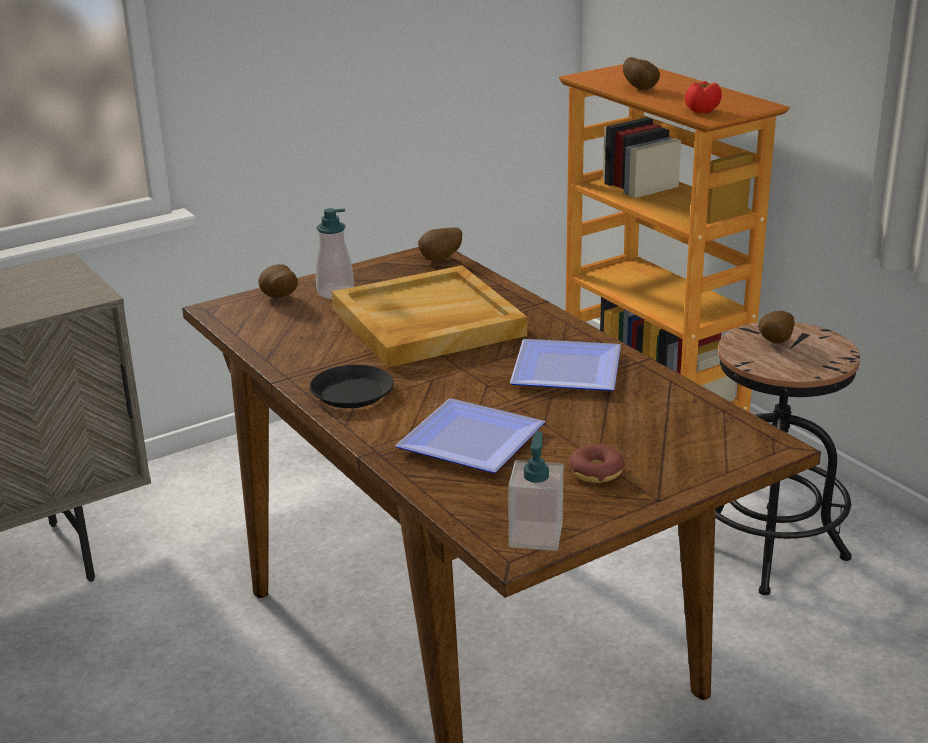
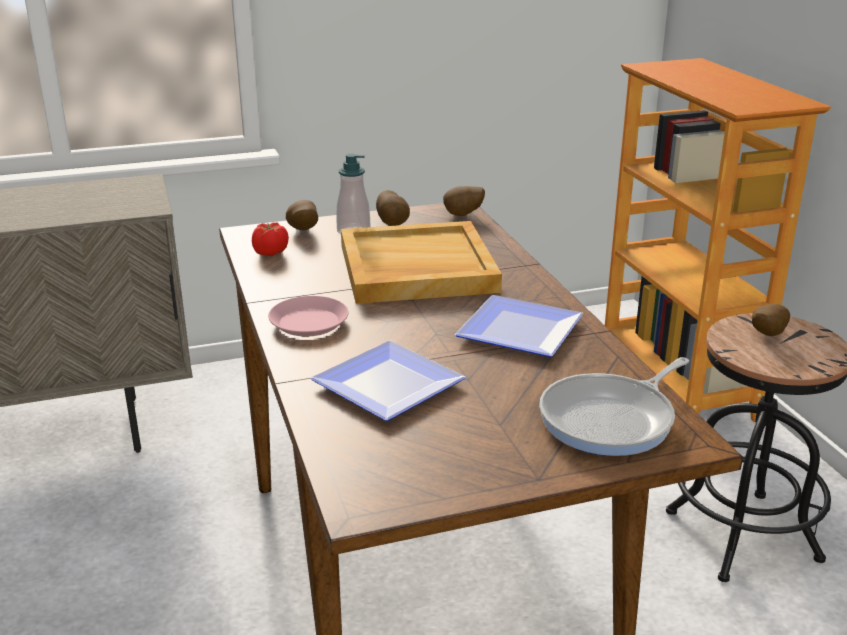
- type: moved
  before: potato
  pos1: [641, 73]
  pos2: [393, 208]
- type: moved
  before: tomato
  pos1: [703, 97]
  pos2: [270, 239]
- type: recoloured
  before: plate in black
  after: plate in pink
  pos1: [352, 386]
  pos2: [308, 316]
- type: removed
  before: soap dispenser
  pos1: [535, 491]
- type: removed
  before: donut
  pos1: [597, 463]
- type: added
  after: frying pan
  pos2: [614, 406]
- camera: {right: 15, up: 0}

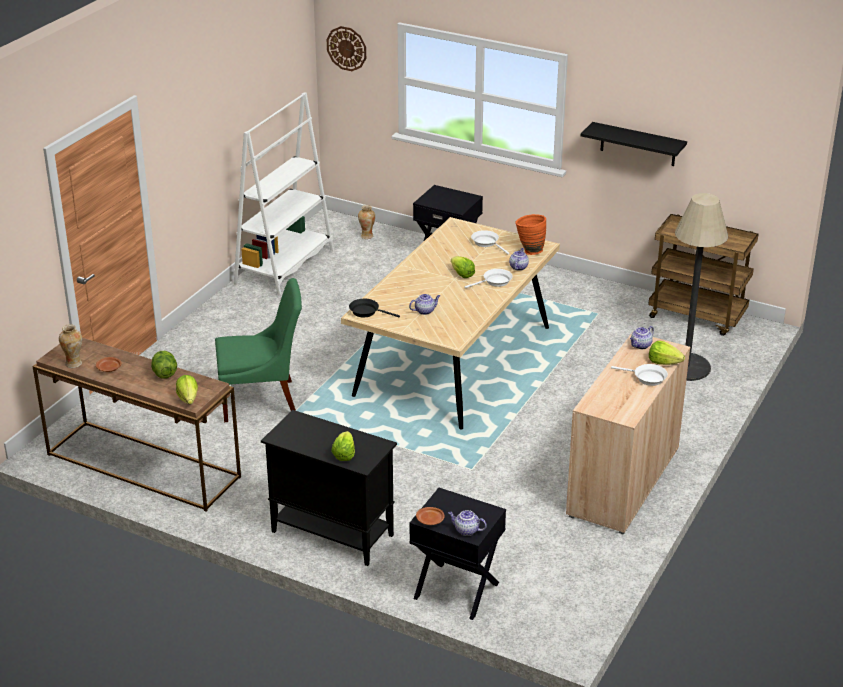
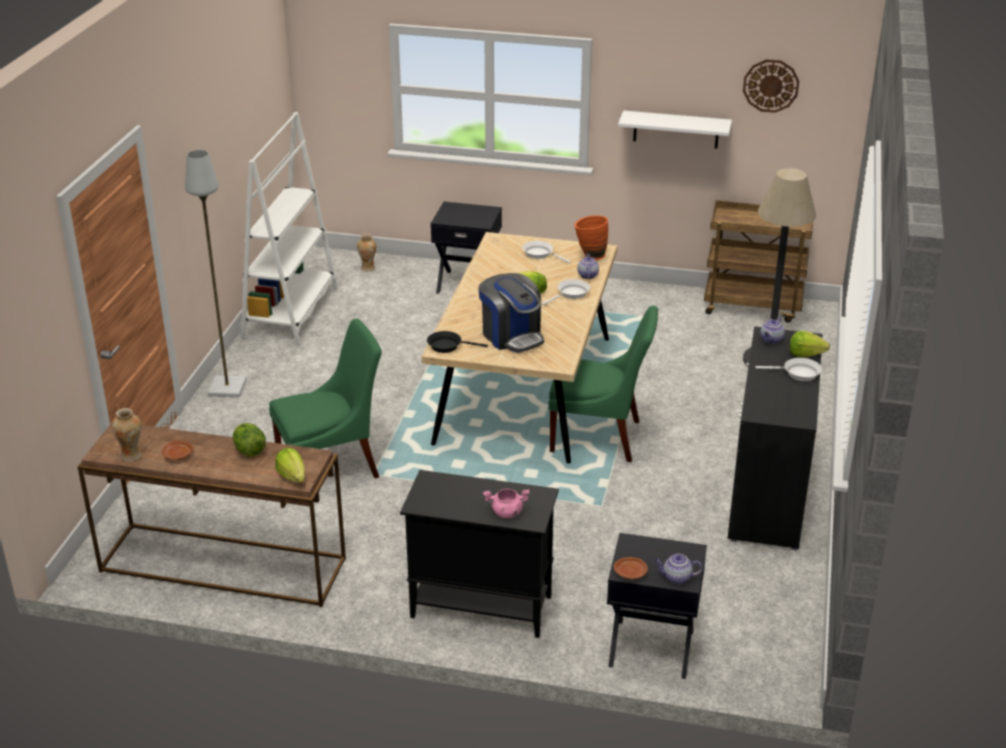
- type: moved
  before: wall clock
  pos1: [346, 48]
  pos2: [771, 86]
- type: recoloured
  before: shelf in black
  after: shelf in white
  pos1: [634, 144]
  pos2: [675, 130]
- type: replaced
  before: teapot
  after: coffee machine
  pos1: [424, 304]
  pos2: [511, 313]
- type: recoloured
  before: cabinet in beige
  after: cabinet in black
  pos1: [628, 433]
  pos2: [775, 438]
- type: replaced
  before: lettuce
  after: cooking pot in pink
  pos1: [343, 446]
  pos2: [506, 503]
- type: added
  after: floor lamp in grey
  pos2: [216, 273]
- type: added
  after: chair in green
  pos2: [603, 383]
- camera: {right: -15, up: 0}

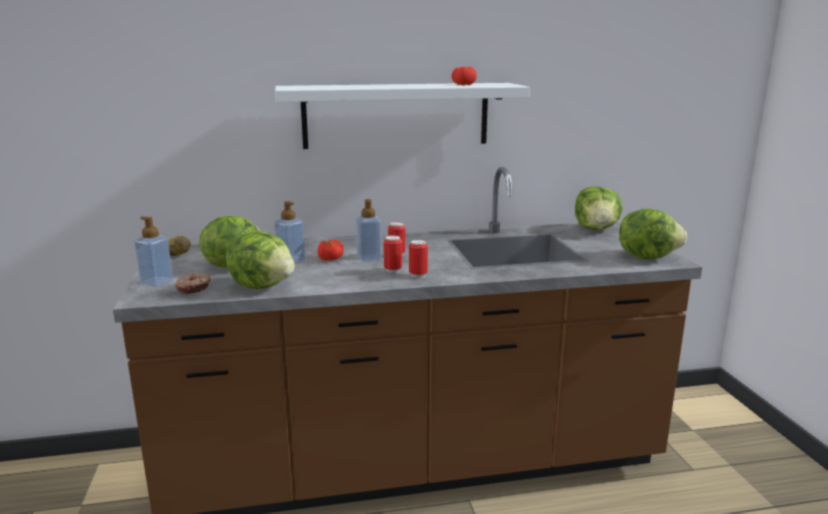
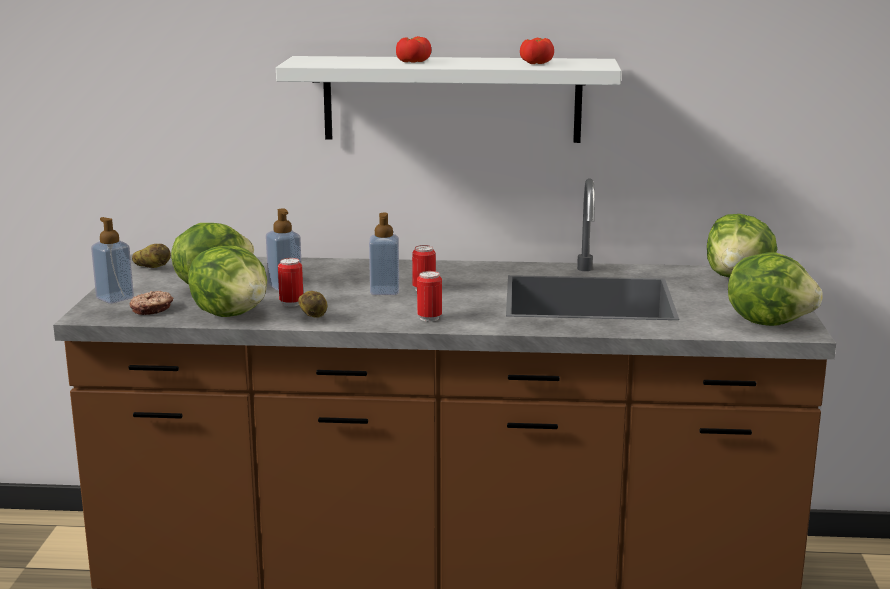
- type: moved
  before: can
  pos1: [393, 254]
  pos2: [290, 282]
- type: moved
  before: tomato
  pos1: [331, 250]
  pos2: [414, 49]
- type: added
  after: potato
  pos2: [312, 304]
- camera: {right: 15, up: 0}

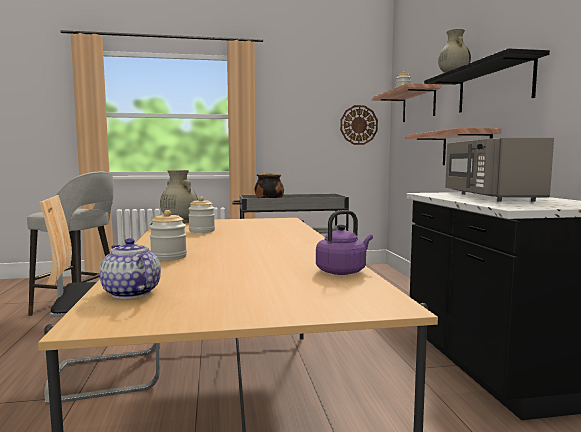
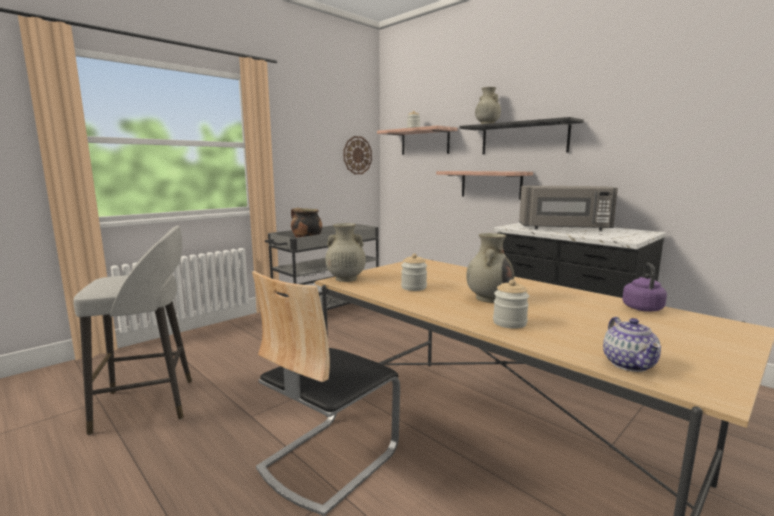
- type: turned
  before: microwave in grey
  pos1: [499, 170]
  pos2: [568, 208]
  turn: -45
- type: turned
  before: teapot
  pos1: [130, 268]
  pos2: [632, 344]
  turn: -105
- type: added
  after: vase in beige
  pos2: [490, 268]
- camera: {right: -35, up: 5}

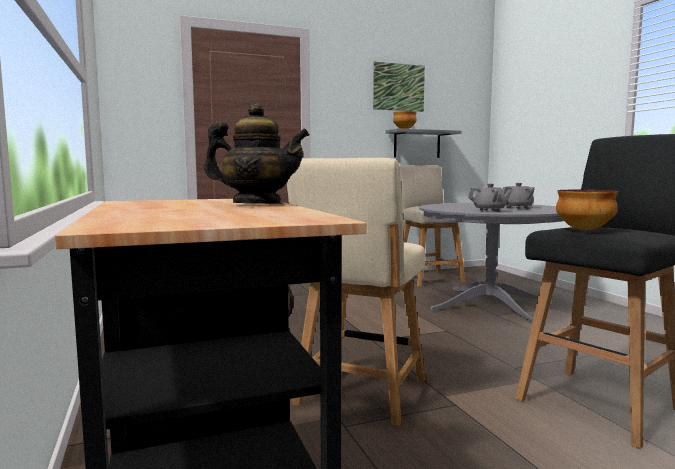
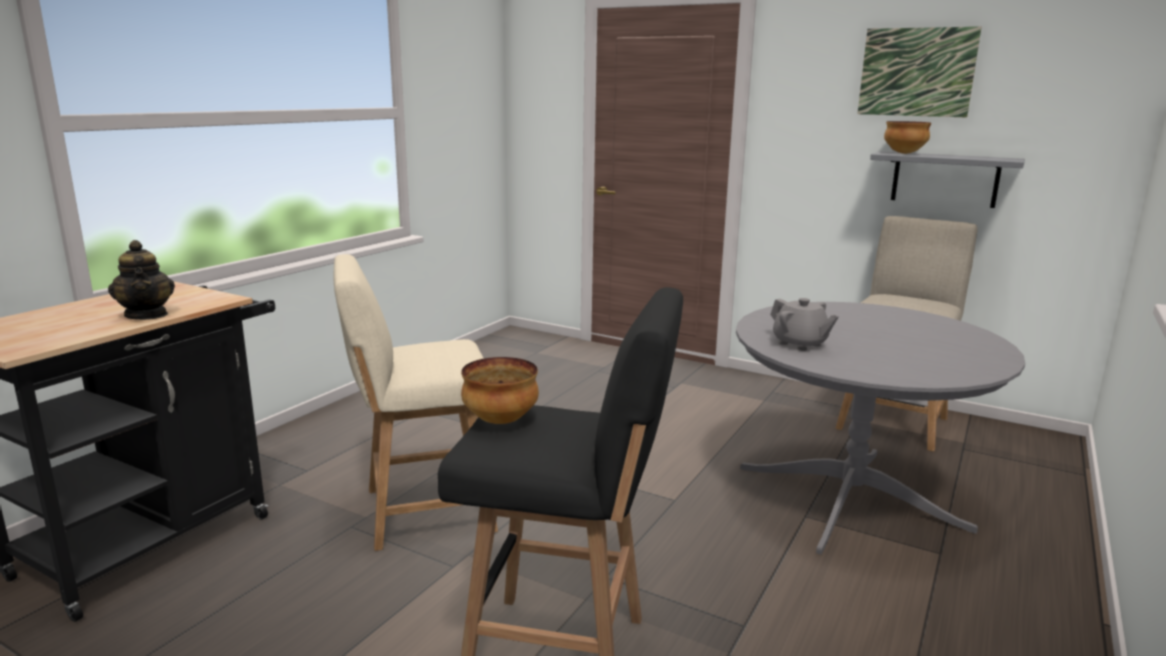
- type: removed
  before: teapot in grey
  pos1: [518, 196]
- camera: {right: 50, up: 10}

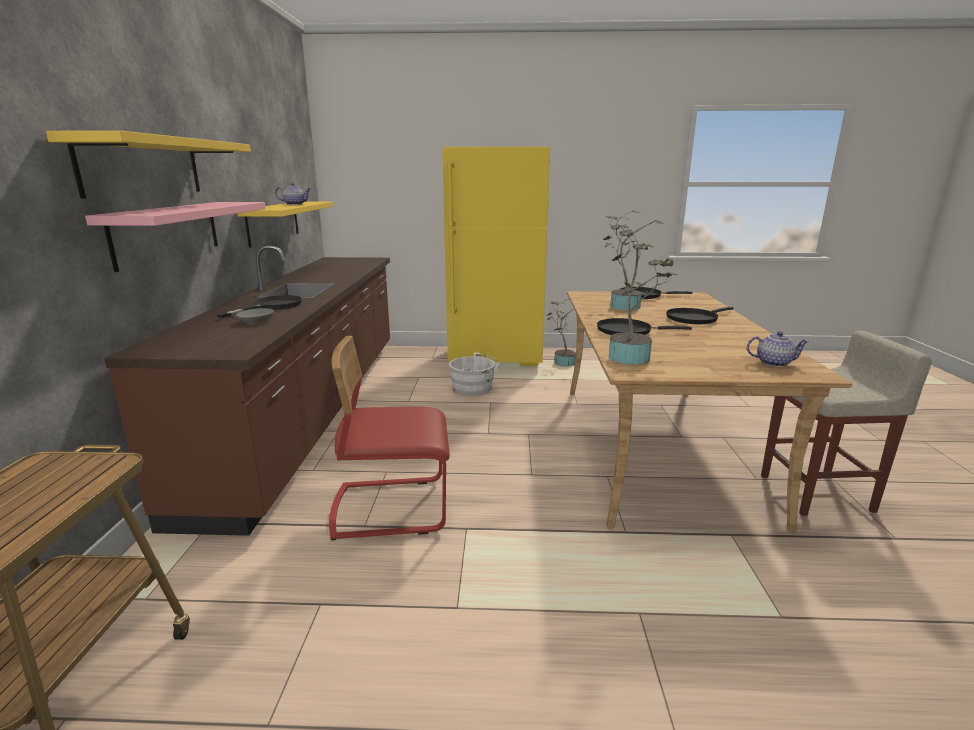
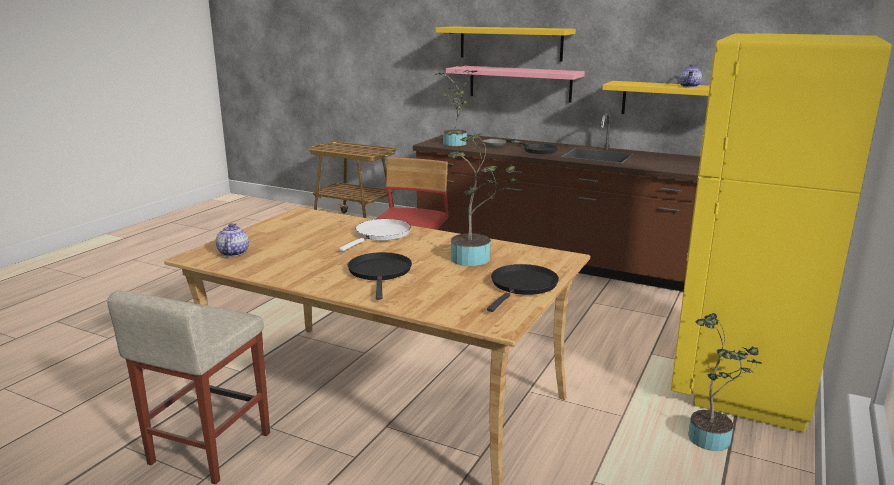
- type: moved
  before: potted plant
  pos1: [643, 295]
  pos2: [457, 105]
- type: recoloured
  before: frying pan in black
  after: frying pan in white
  pos1: [644, 326]
  pos2: [375, 235]
- type: turned
  before: teapot
  pos1: [778, 349]
  pos2: [232, 240]
  turn: 135
- type: removed
  before: bucket in white
  pos1: [474, 373]
- camera: {right: 115, up: 0}

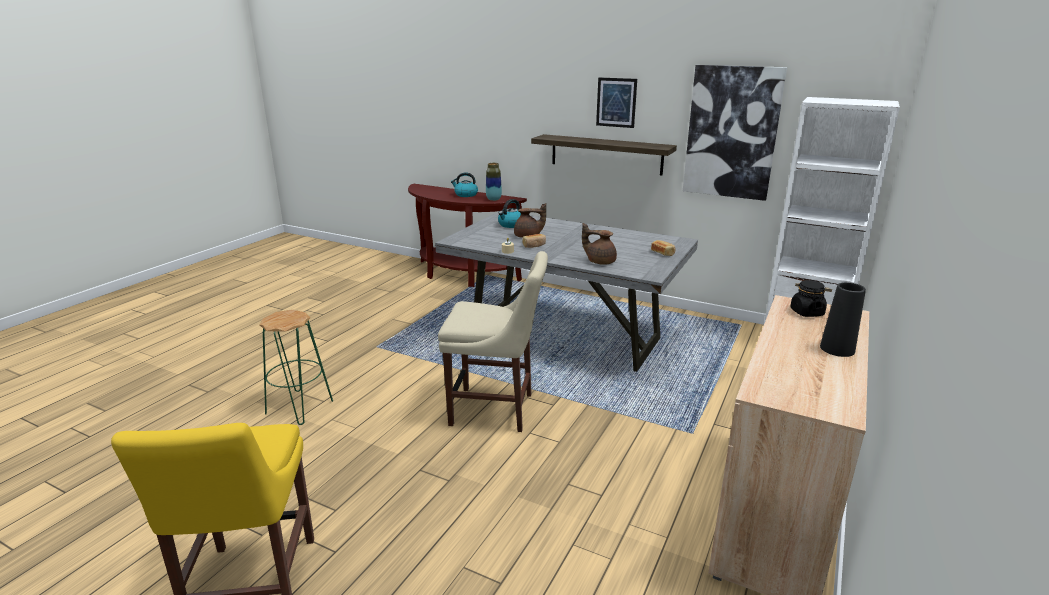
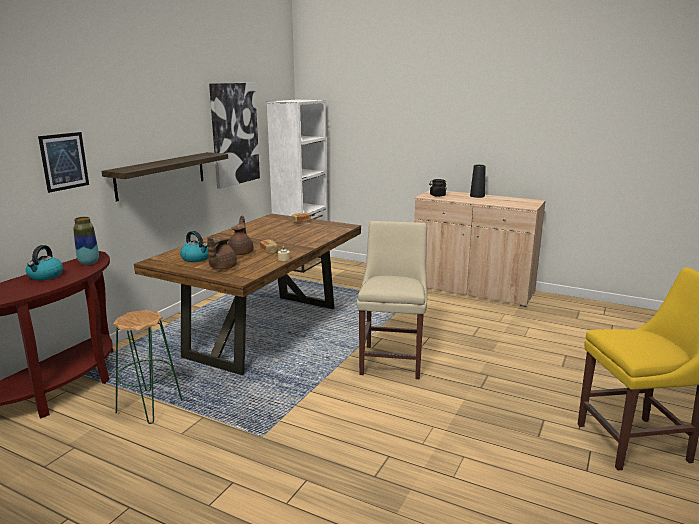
- type: moved
  before: picture
  pos1: [616, 102]
  pos2: [63, 162]
- type: recoloured
  before: dining table in grey
  after: dining table in brown
  pos1: [566, 292]
  pos2: [247, 294]
- type: moved
  before: teapot in brown
  pos1: [599, 244]
  pos2: [222, 252]
- type: moved
  before: stool in green
  pos1: [296, 367]
  pos2: [148, 367]
- camera: {right: -90, up: -5}

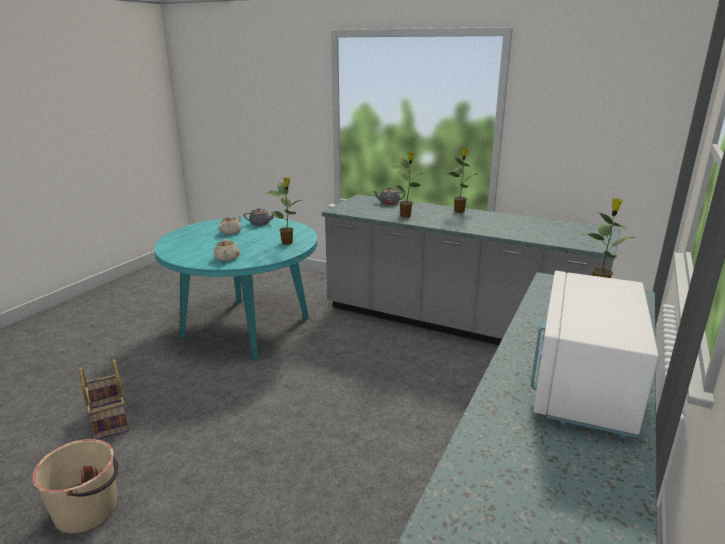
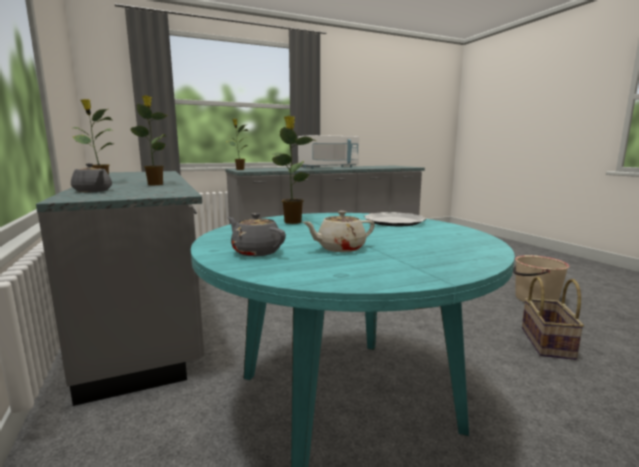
- type: replaced
  before: teapot in beige
  after: plate
  pos1: [226, 250]
  pos2: [395, 219]
- camera: {right: -140, up: -10}

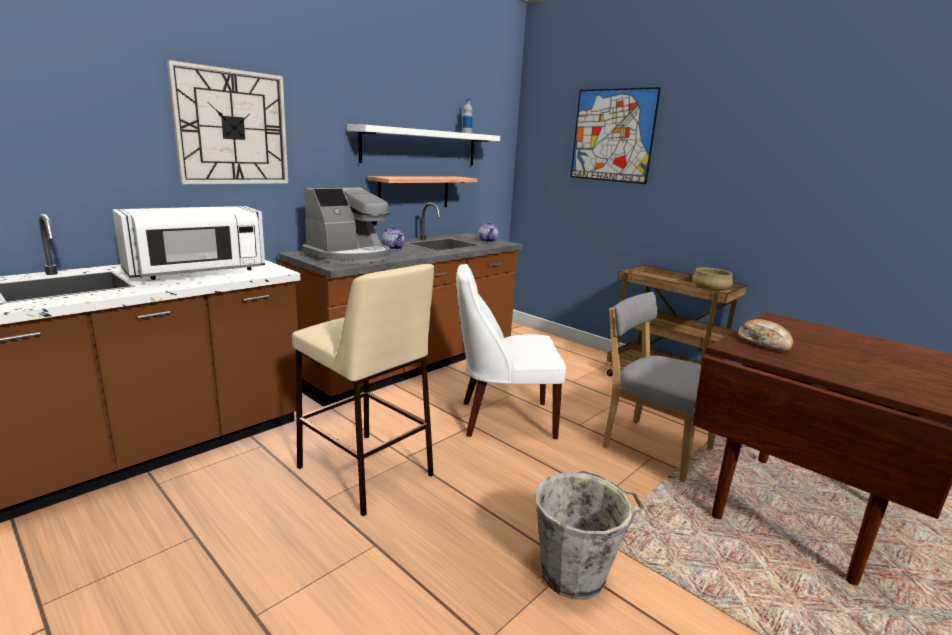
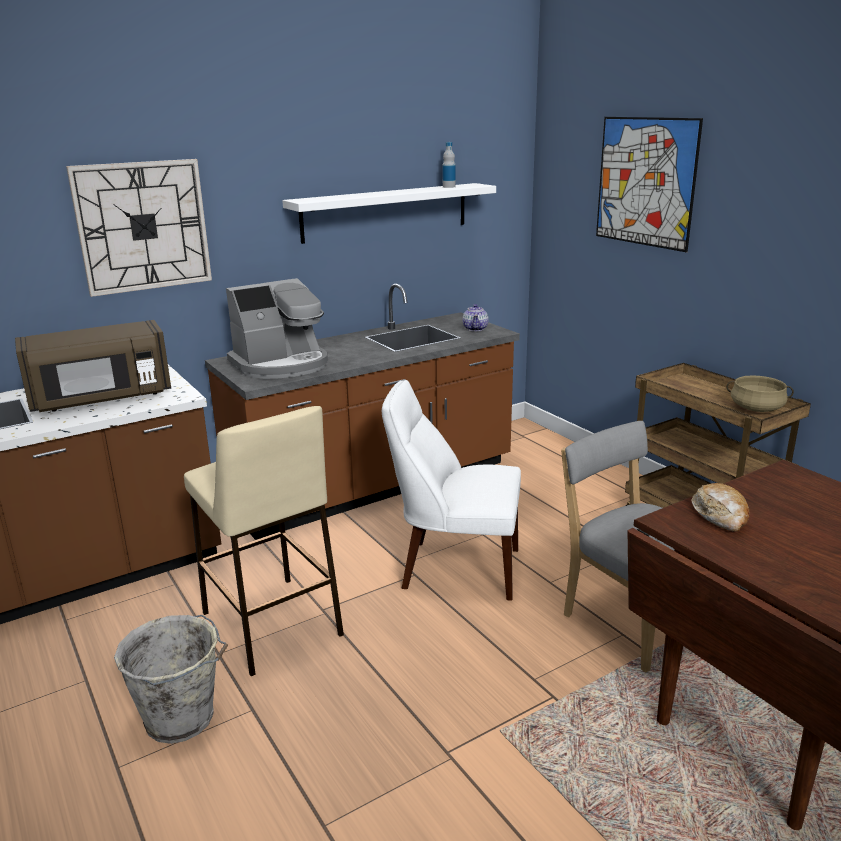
- type: removed
  before: shelf
  pos1: [422, 191]
- type: recoloured
  before: microwave in white
  after: microwave in brown
  pos1: [188, 243]
  pos2: [93, 366]
- type: removed
  before: teapot
  pos1: [393, 238]
- type: moved
  before: bucket in grey
  pos1: [589, 535]
  pos2: [171, 679]
- camera: {right: 15, up: 5}

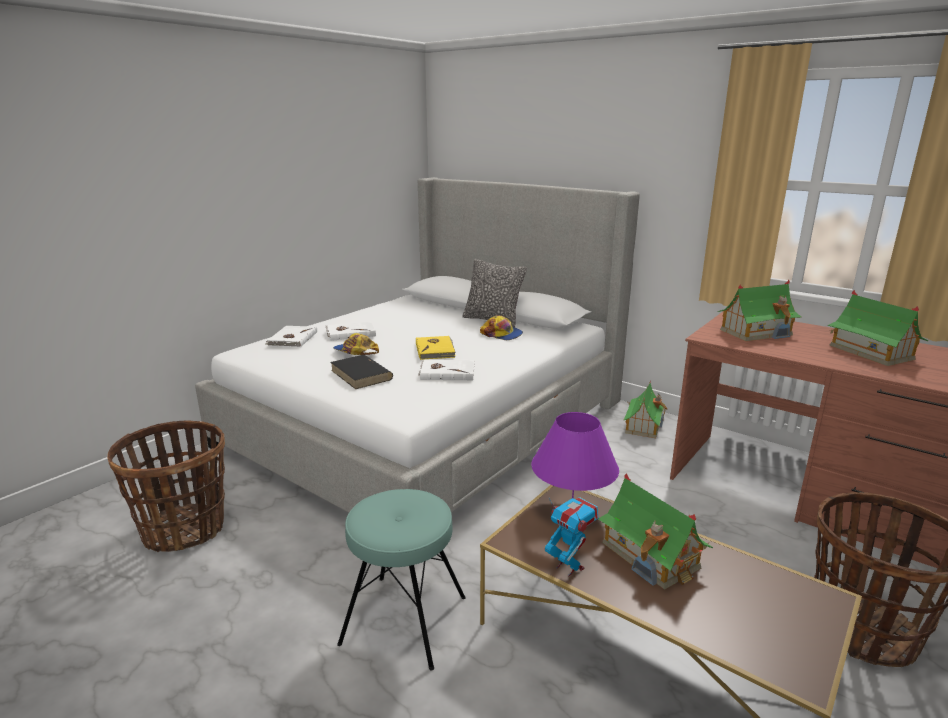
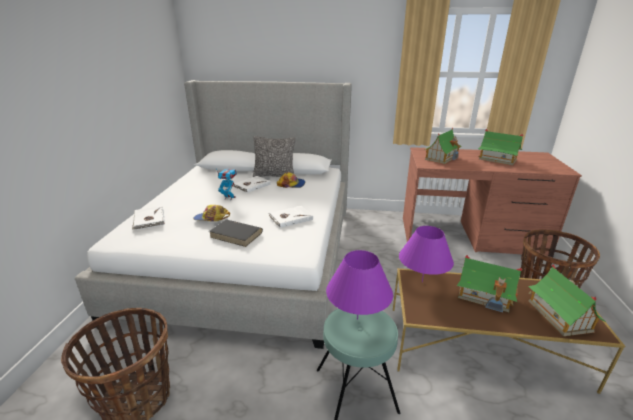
- type: moved
  before: book in white
  pos1: [351, 331]
  pos2: [252, 184]
- type: removed
  before: book in yellow
  pos1: [436, 348]
- type: moved
  before: toy house
  pos1: [645, 409]
  pos2: [567, 300]
- type: moved
  before: toy robot
  pos1: [571, 536]
  pos2: [226, 184]
- type: added
  after: table lamp in purple
  pos2: [359, 285]
- camera: {right: -30, up: 5}

